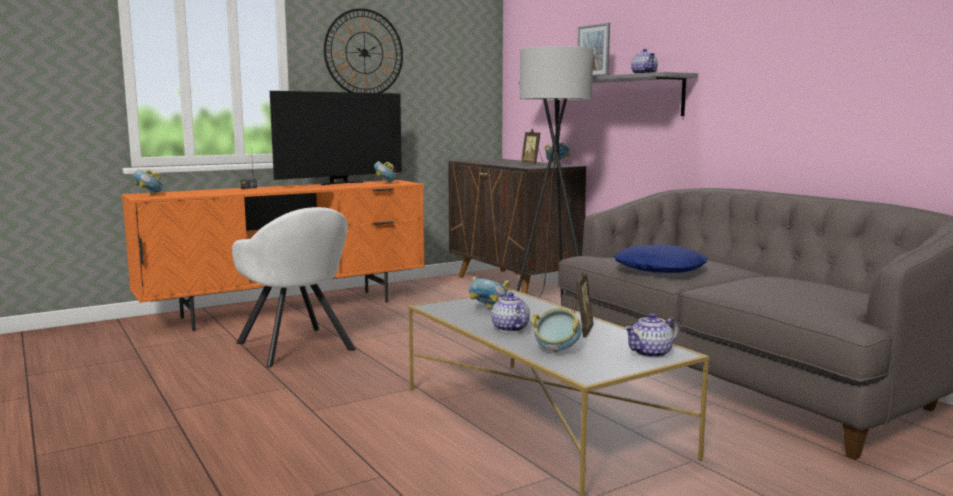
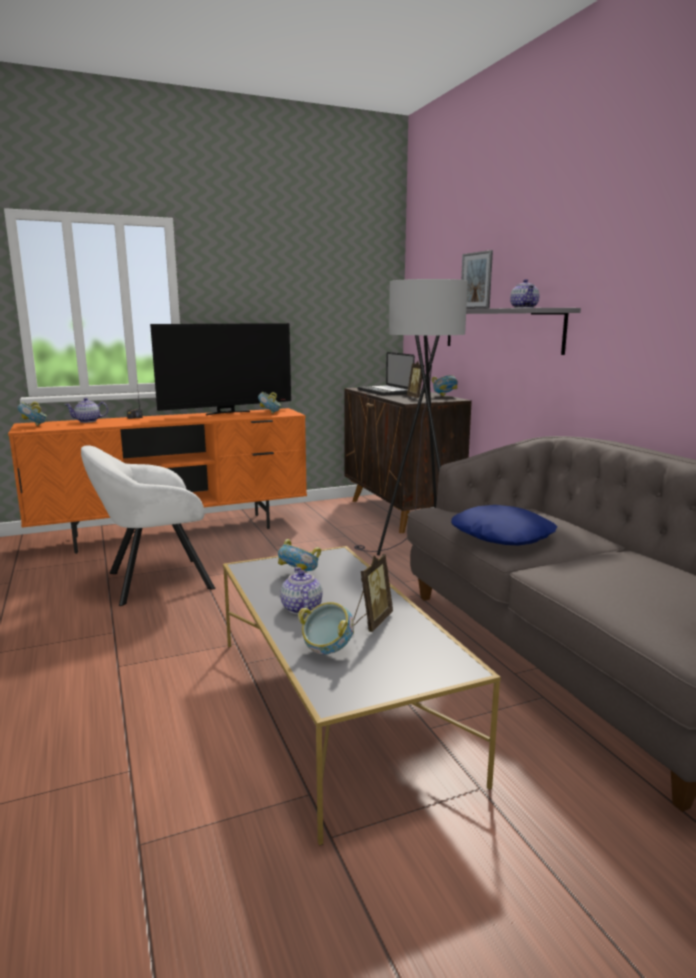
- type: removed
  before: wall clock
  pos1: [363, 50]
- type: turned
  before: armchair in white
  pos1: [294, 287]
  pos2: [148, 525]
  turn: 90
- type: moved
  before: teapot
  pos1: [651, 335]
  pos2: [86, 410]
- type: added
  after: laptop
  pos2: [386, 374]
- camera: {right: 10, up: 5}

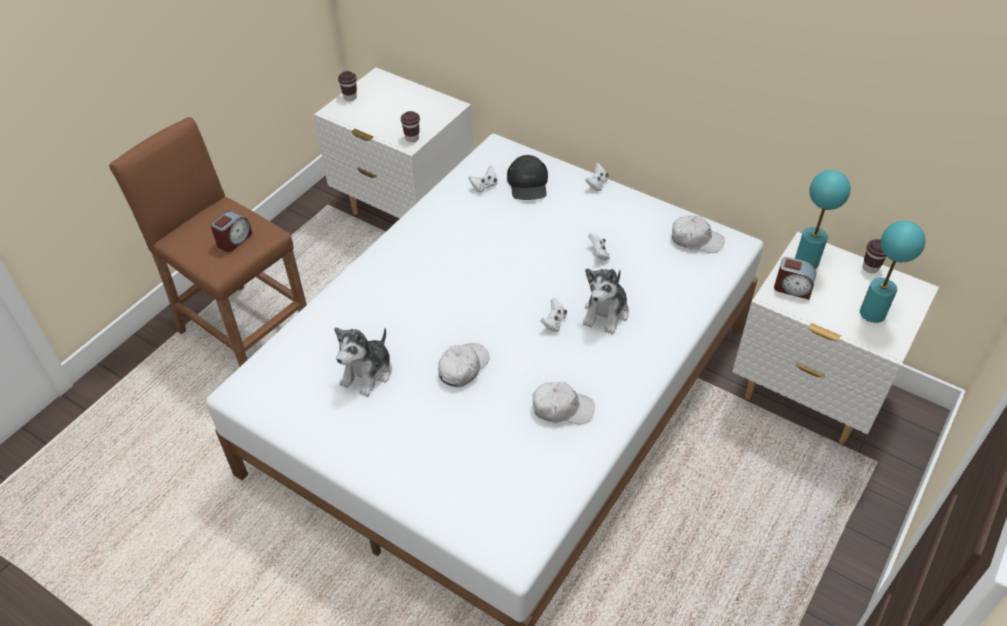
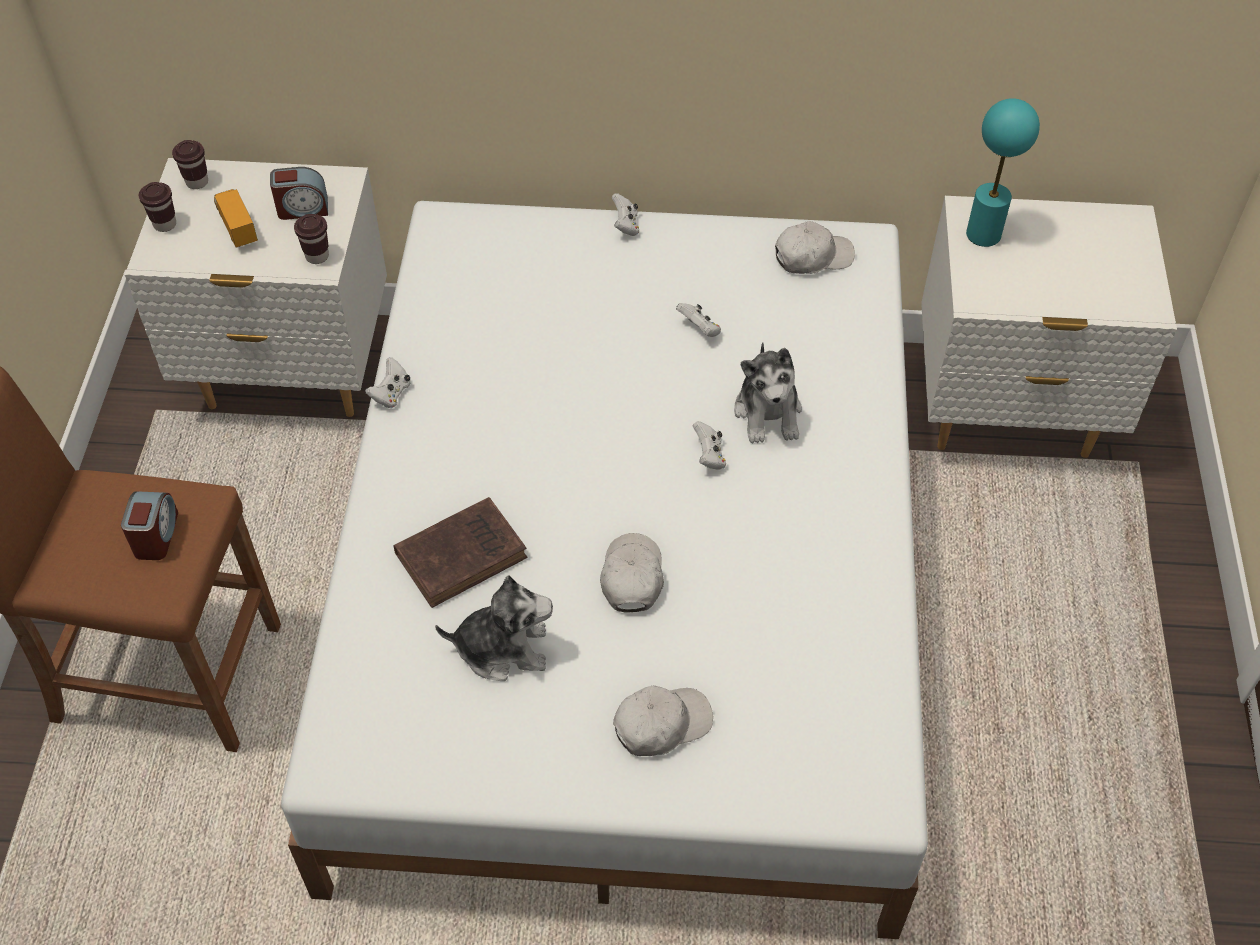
- type: removed
  before: cap in black
  pos1: [527, 177]
- type: moved
  before: game controller in white
  pos1: [483, 179]
  pos2: [388, 382]
- type: removed
  before: table lamp in turquoise
  pos1: [893, 272]
- type: moved
  before: cup in brown
  pos1: [875, 256]
  pos2: [190, 164]
- type: moved
  before: alarm clock
  pos1: [795, 278]
  pos2: [299, 193]
- type: turned
  before: plush toy
  pos1: [363, 362]
  pos2: [494, 628]
  turn: -90
- type: moved
  before: cap in white
  pos1: [563, 403]
  pos2: [663, 720]
- type: added
  after: toy truck
  pos2: [236, 218]
- type: added
  after: book in brown
  pos2: [461, 552]
- camera: {right: -30, up: 5}

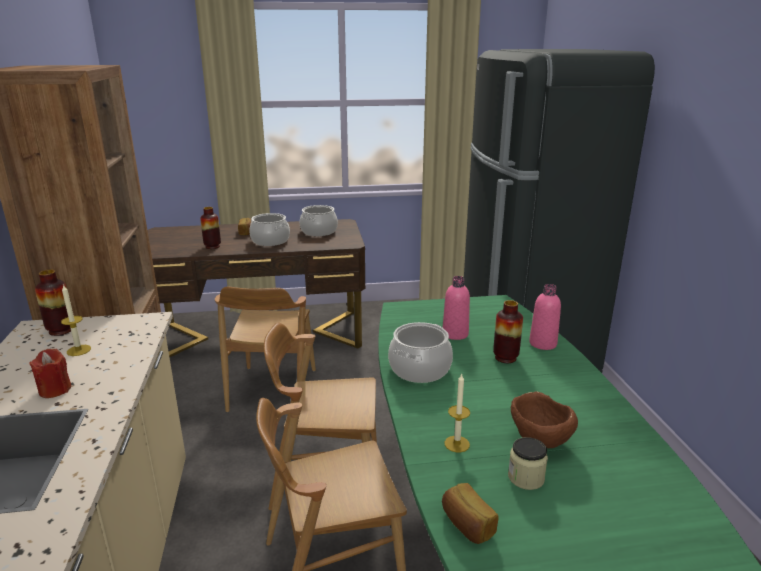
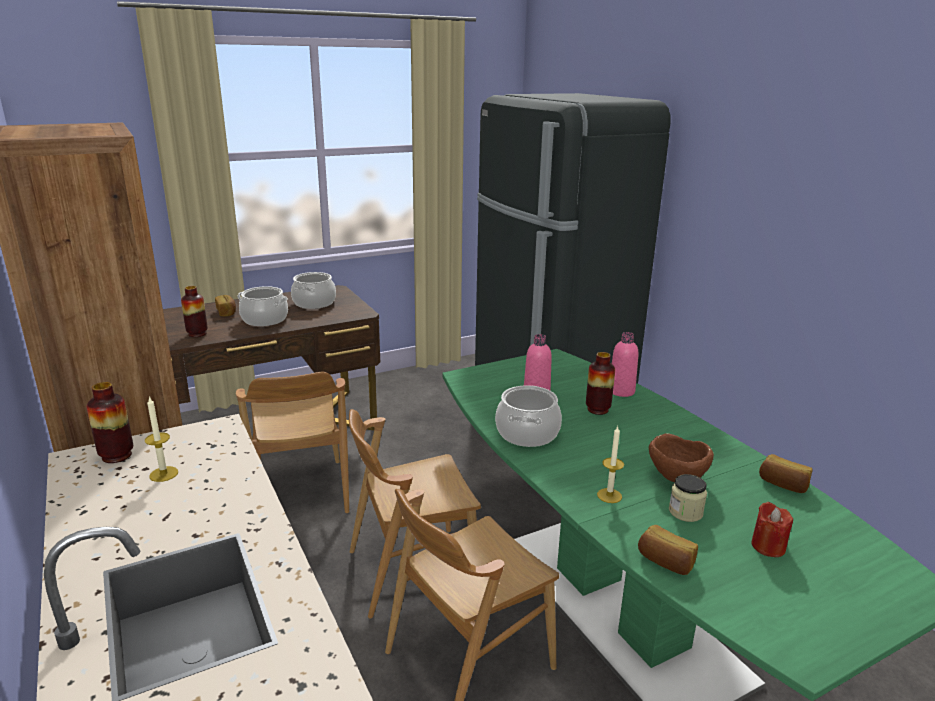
- type: moved
  before: candle in red
  pos1: [50, 373]
  pos2: [772, 529]
- type: added
  after: bread
  pos2: [785, 473]
- camera: {right: -20, up: 0}

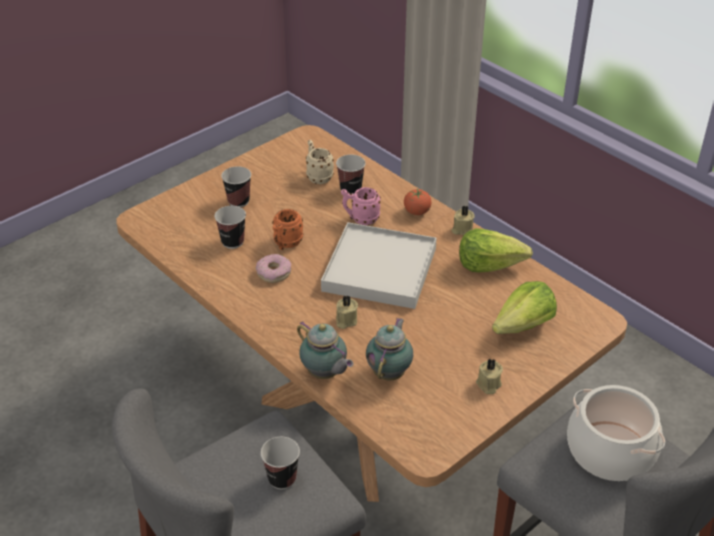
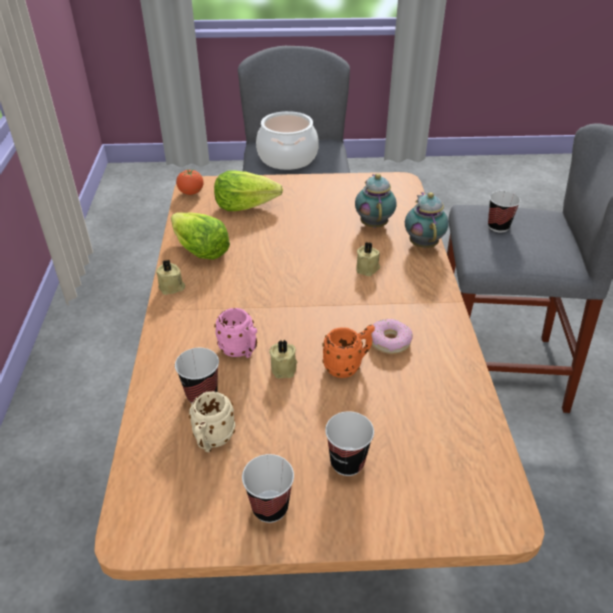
- type: moved
  before: tomato
  pos1: [418, 202]
  pos2: [189, 182]
- type: moved
  before: cup
  pos1: [230, 227]
  pos2: [268, 488]
- type: removed
  before: tray in white
  pos1: [379, 265]
- type: turned
  before: teapot
  pos1: [389, 349]
  pos2: [376, 201]
  turn: 120
- type: moved
  before: candle in beige
  pos1: [489, 376]
  pos2: [283, 359]
- camera: {right: -140, up: 0}

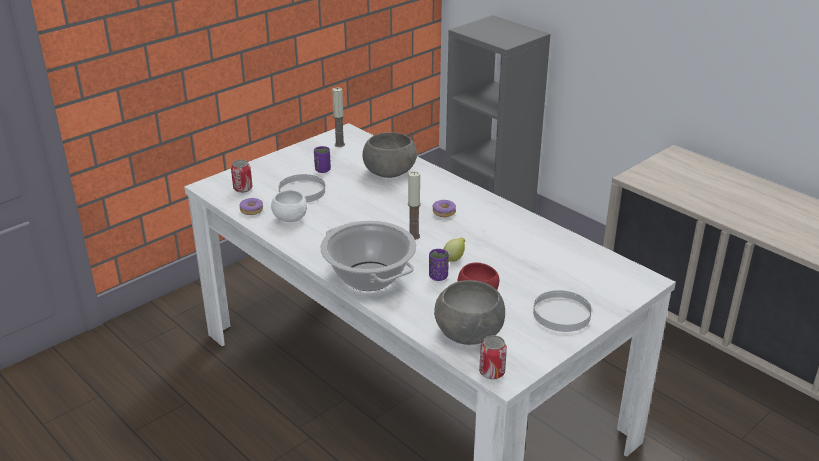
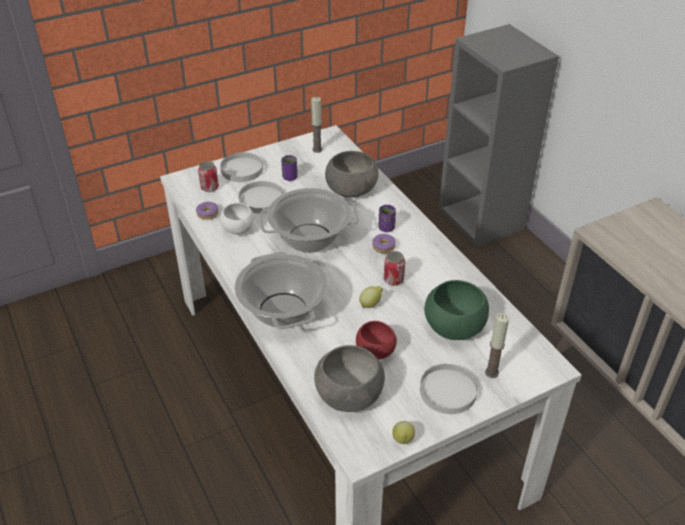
- type: moved
  before: candle
  pos1: [414, 205]
  pos2: [497, 345]
- type: moved
  before: cup in purple
  pos1: [439, 265]
  pos2: [387, 218]
- type: moved
  before: can
  pos1: [493, 357]
  pos2: [394, 268]
- type: added
  after: plate in white
  pos2: [241, 167]
- type: added
  after: cooking pot
  pos2: [309, 220]
- type: added
  after: bowl in green
  pos2: [456, 310]
- type: added
  after: lemon
  pos2: [403, 432]
- camera: {right: 15, up: 10}

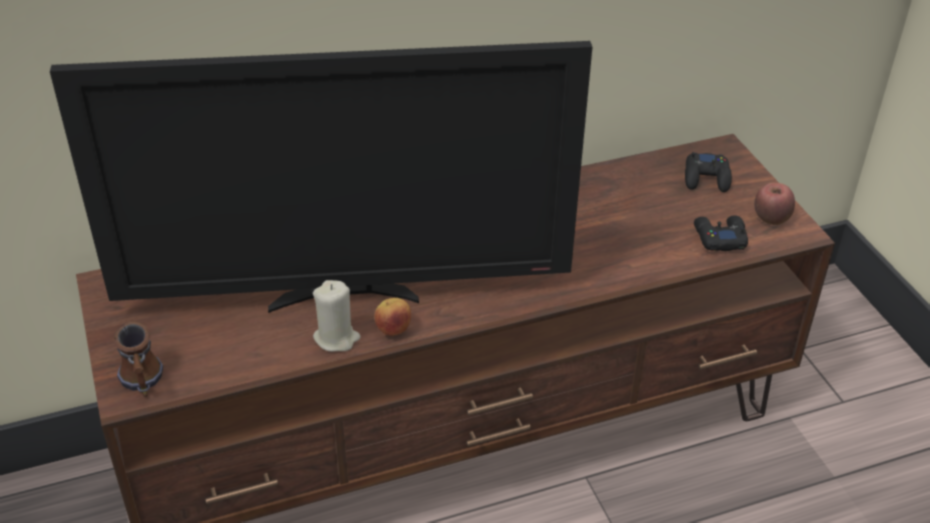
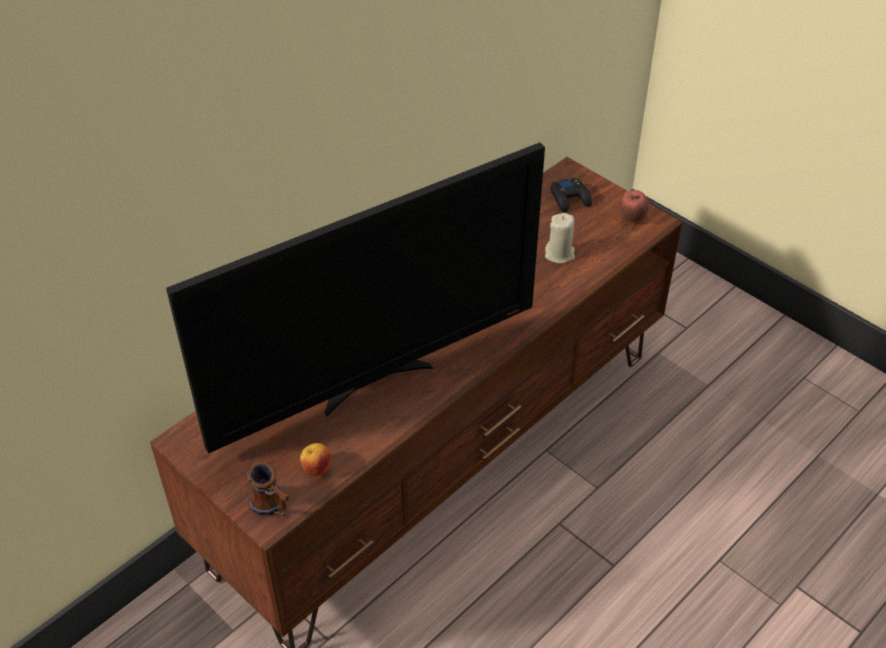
- type: removed
  before: game controller in black
  pos1: [721, 233]
- type: moved
  before: candle in beige
  pos1: [336, 316]
  pos2: [560, 238]
- type: moved
  before: apple
  pos1: [393, 317]
  pos2: [315, 459]
- camera: {right: -25, up: 5}

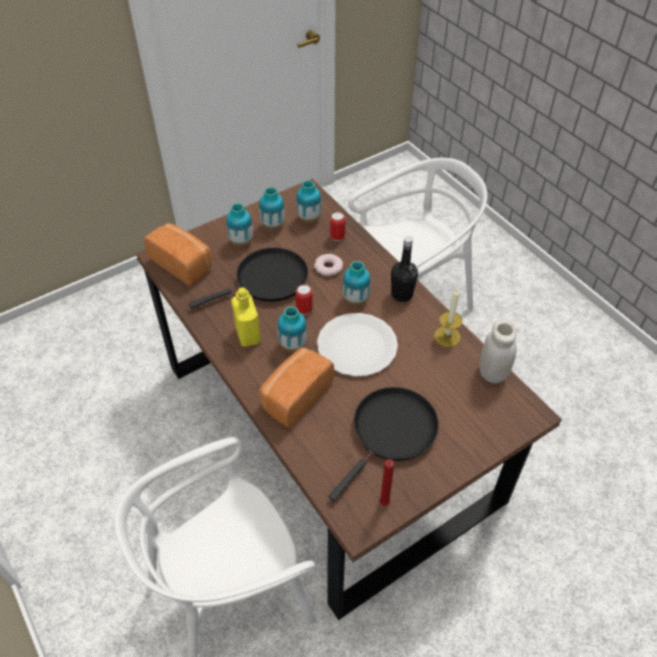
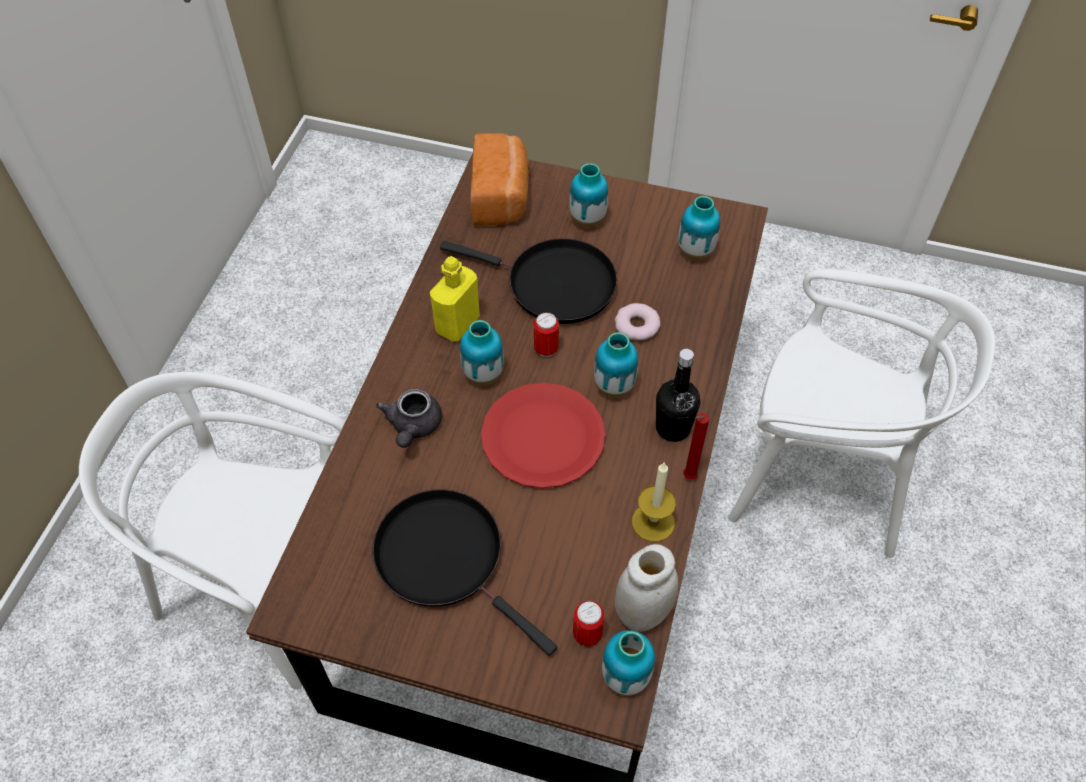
- type: moved
  before: vase
  pos1: [272, 208]
  pos2: [628, 663]
- type: moved
  before: can
  pos1: [337, 226]
  pos2: [588, 623]
- type: recoloured
  before: plate in white
  after: plate in red
  pos1: [357, 344]
  pos2: [543, 435]
- type: replaced
  before: bread
  after: teapot in grey
  pos1: [296, 387]
  pos2: [409, 418]
- type: turned
  before: frying pan in black
  pos1: [383, 444]
  pos2: [464, 572]
  turn: -135
- type: moved
  before: candle in red
  pos1: [386, 482]
  pos2: [696, 446]
- camera: {right: 50, up: 5}

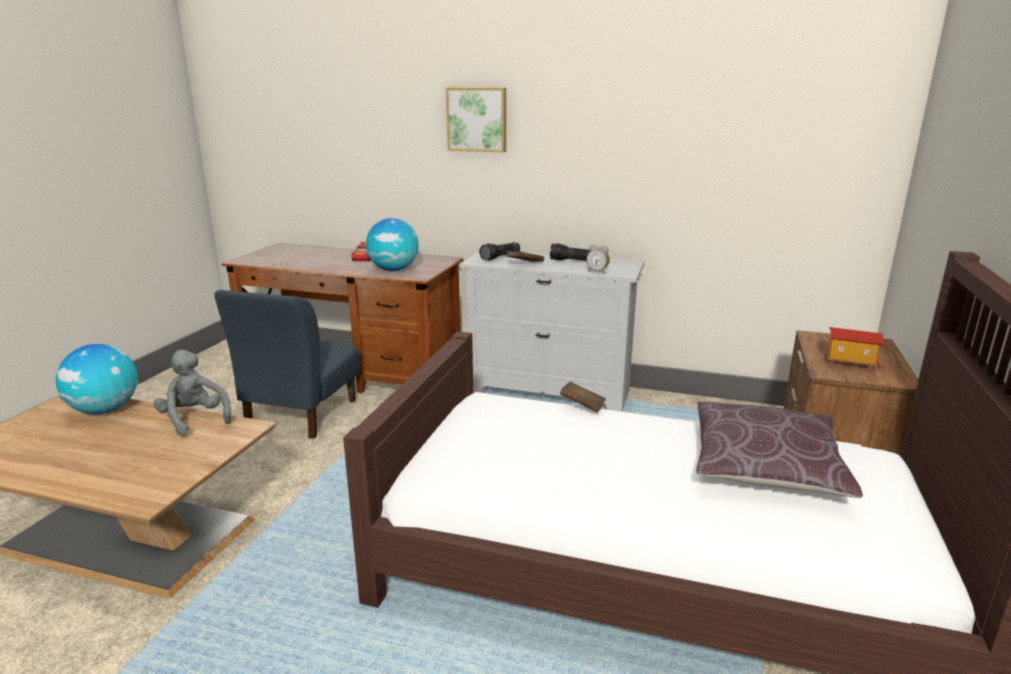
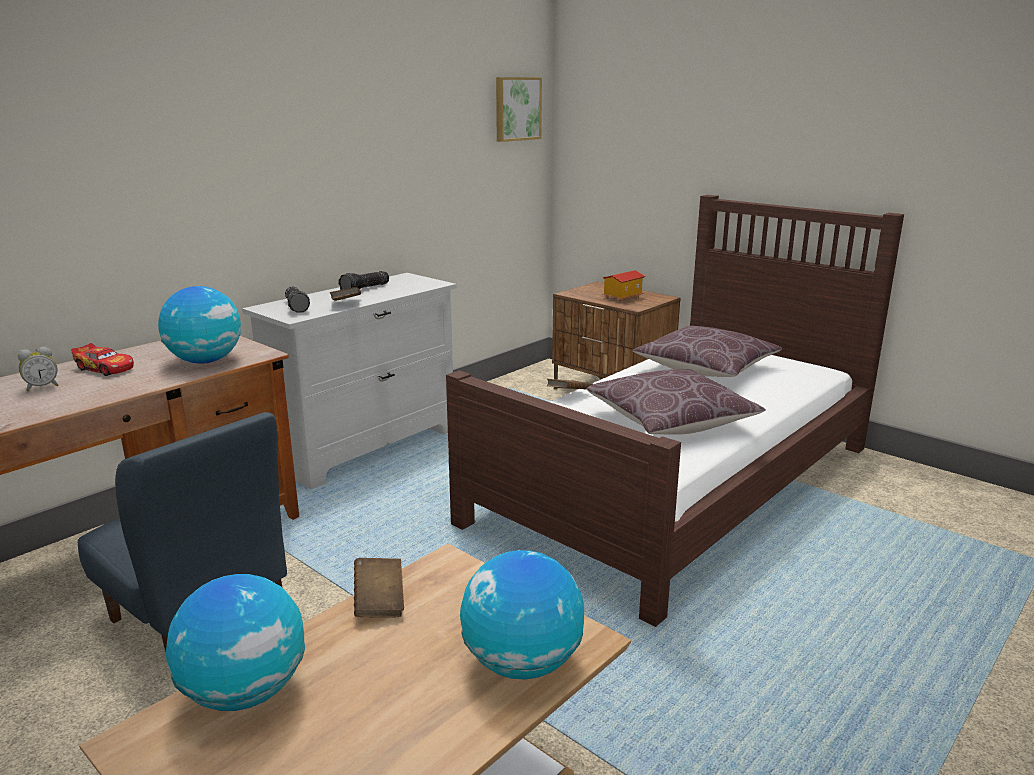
- type: moved
  before: picture
  pos1: [476, 120]
  pos2: [519, 109]
- type: moved
  before: alarm clock
  pos1: [598, 259]
  pos2: [38, 368]
- type: replaced
  before: plush toy in grey
  after: book in brown
  pos1: [192, 393]
  pos2: [379, 588]
- type: added
  after: pillow in brown
  pos2: [676, 402]
- type: added
  after: globe
  pos2: [522, 615]
- camera: {right: -65, up: 0}

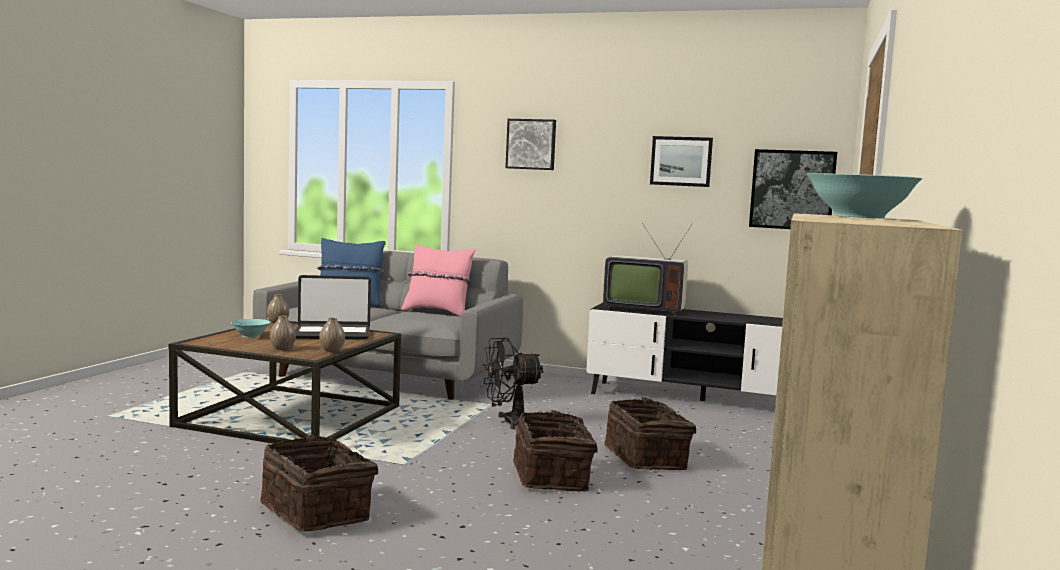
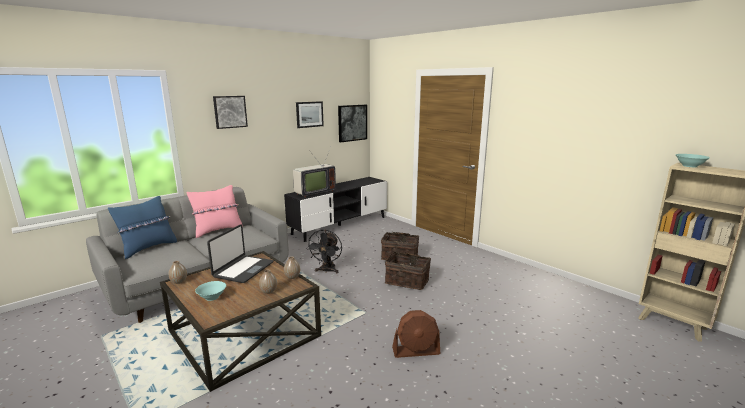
- type: replaced
  before: basket
  after: fan in brown
  pos1: [319, 483]
  pos2: [416, 334]
- camera: {right: -60, up: 10}

